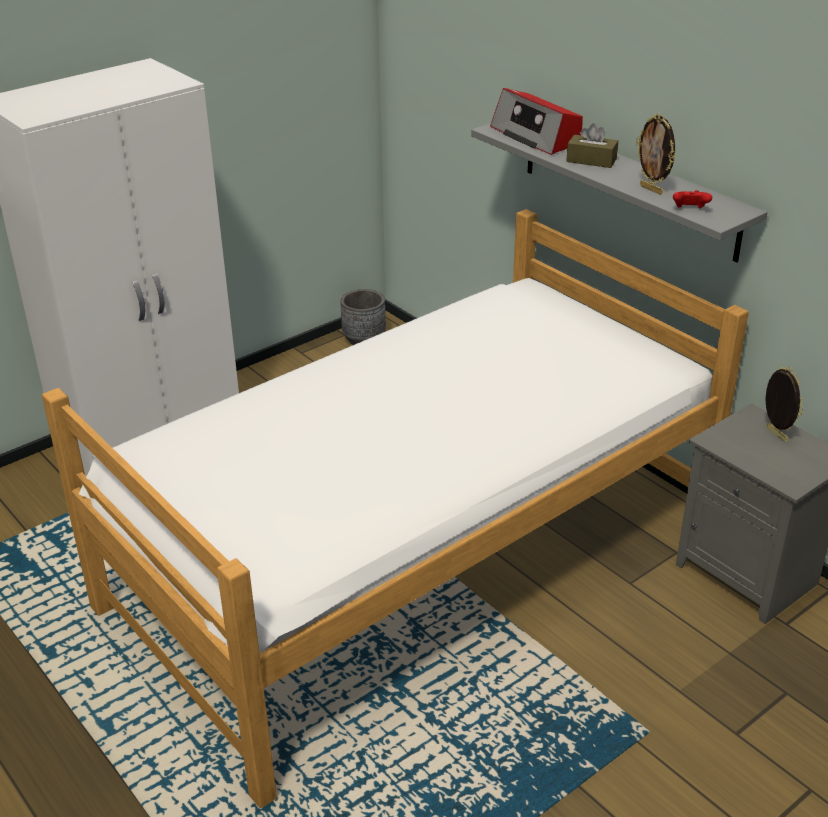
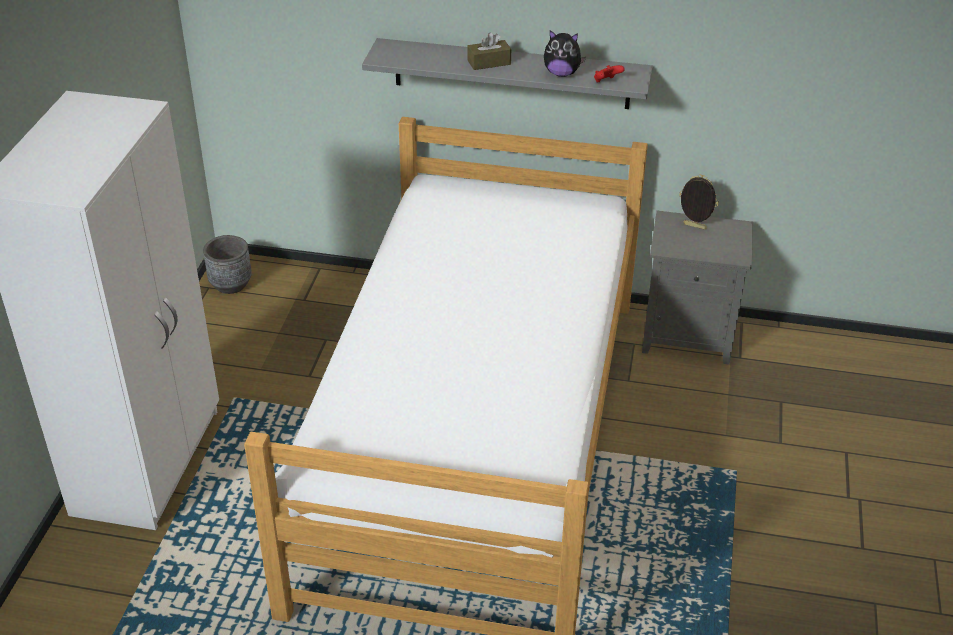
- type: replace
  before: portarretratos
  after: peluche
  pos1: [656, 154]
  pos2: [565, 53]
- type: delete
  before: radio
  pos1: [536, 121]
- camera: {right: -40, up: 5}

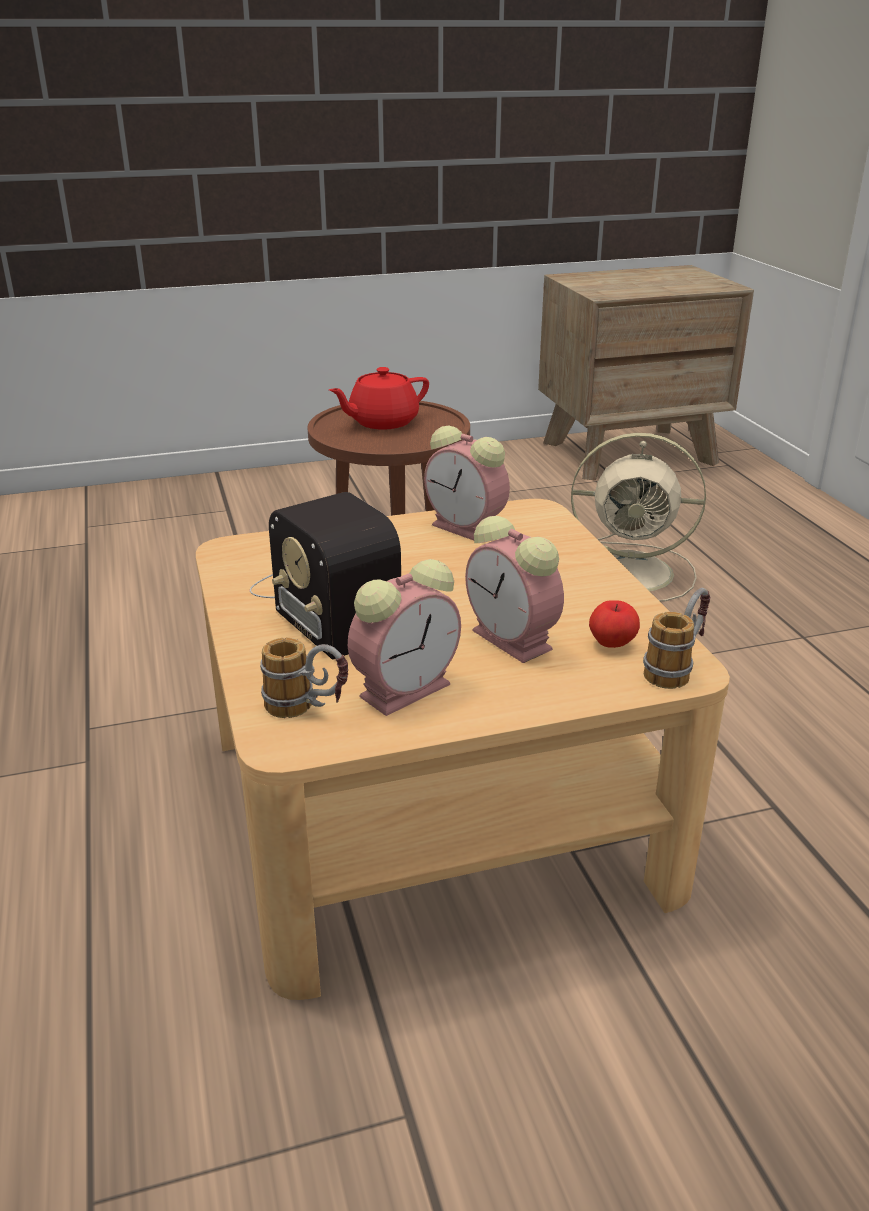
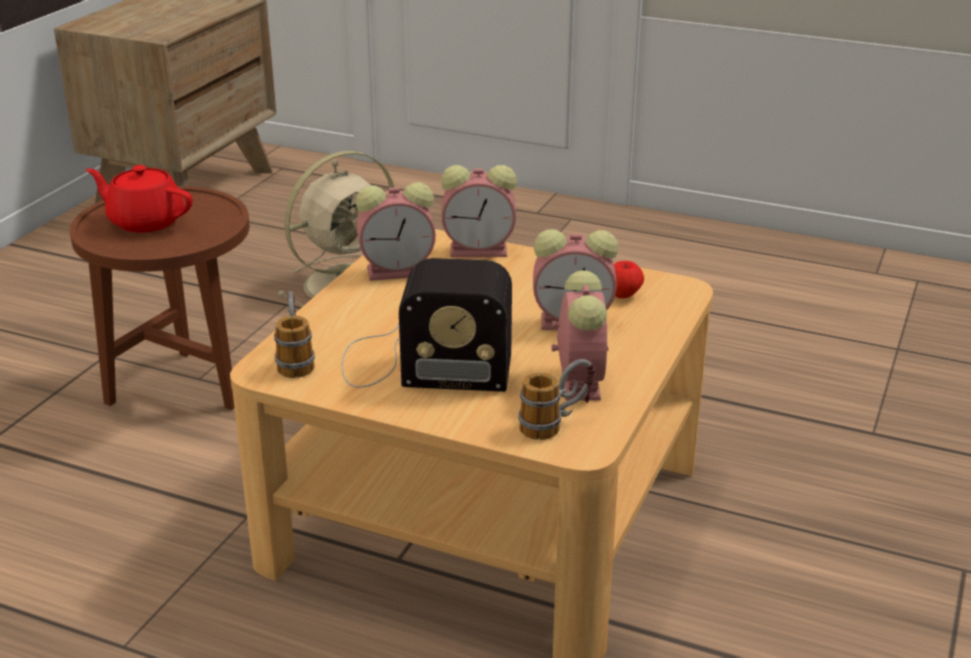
- type: rotate
  before: tetera/rojo
  pos1: [379, 398]
  pos2: [139, 199]
  turn: 105
- type: move
  before: taza grande
  pos1: [677, 638]
  pos2: [294, 334]
- type: insert
  after: despertador
  pos2: [479, 211]
- camera: {right: -50, up: 0}

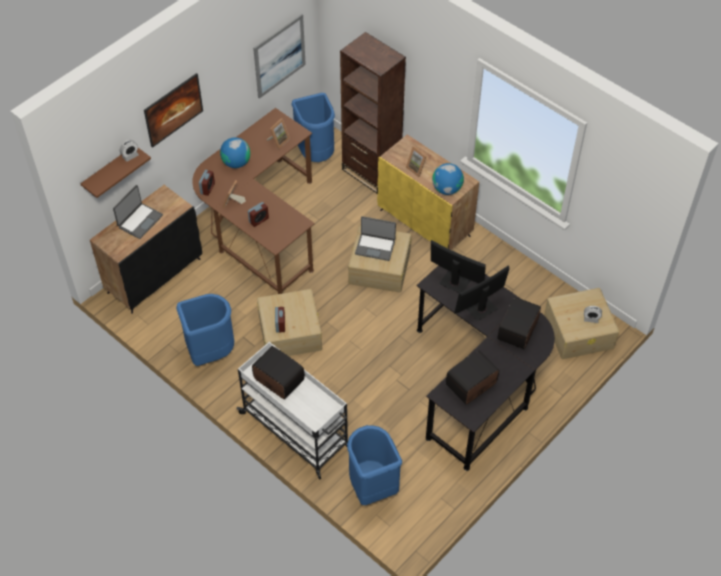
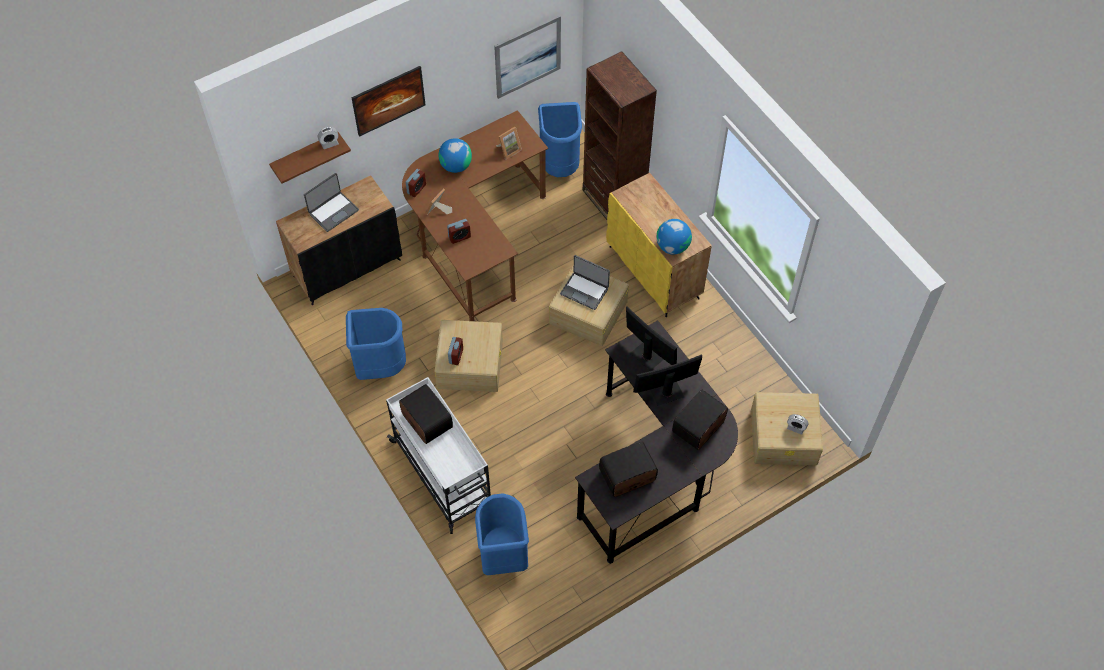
- type: delete
  before: portarretratos
  pos1: [416, 161]
- camera: {right: 15, up: 5}

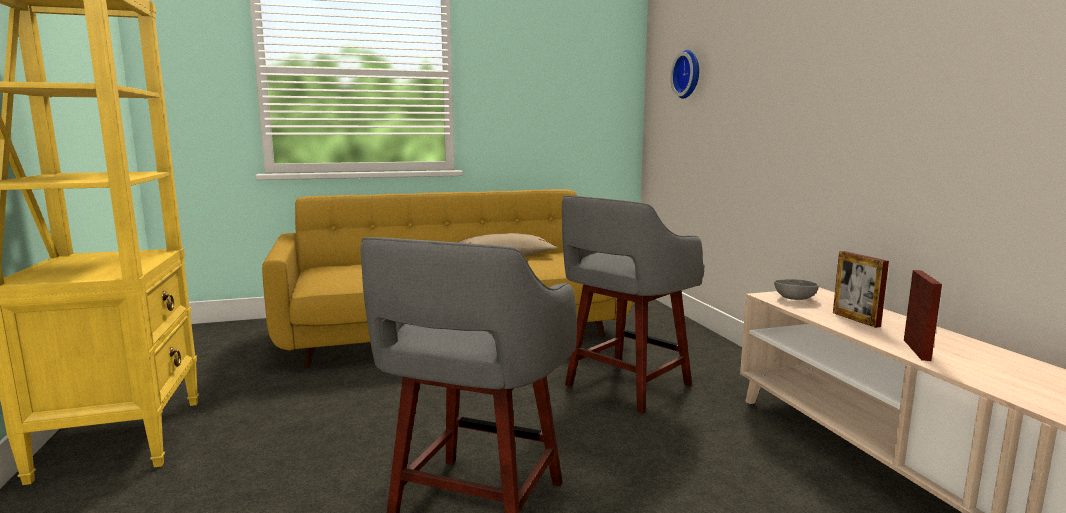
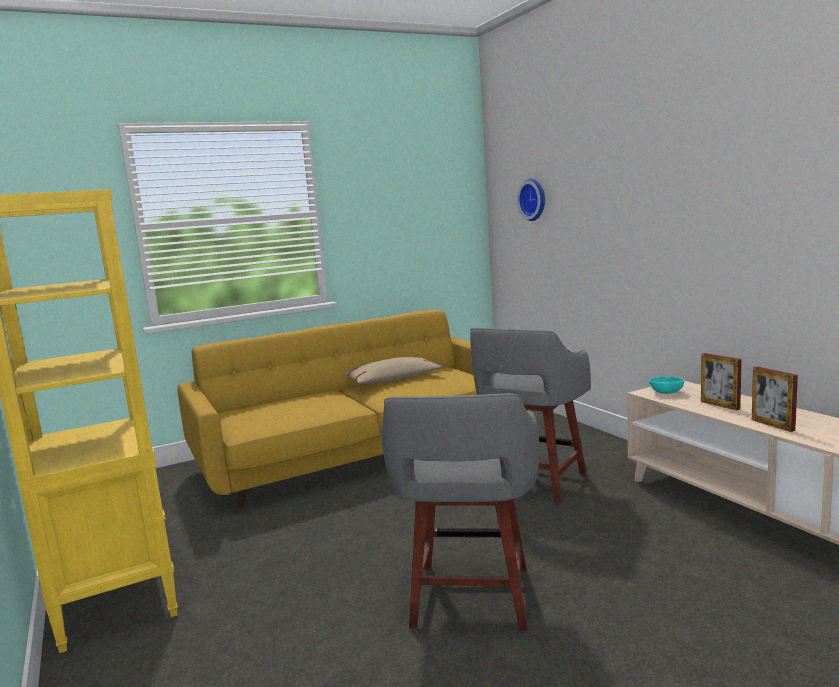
- type: recolor
  before: cuenco/gris
  after: cuenco/turquesa
  pos1: [796, 289]
  pos2: [666, 385]
- type: rotate
  before: portarretratos
  pos1: [923, 315]
  pos2: [775, 399]
  turn: 150
- camera: {right: -10, up: 0}

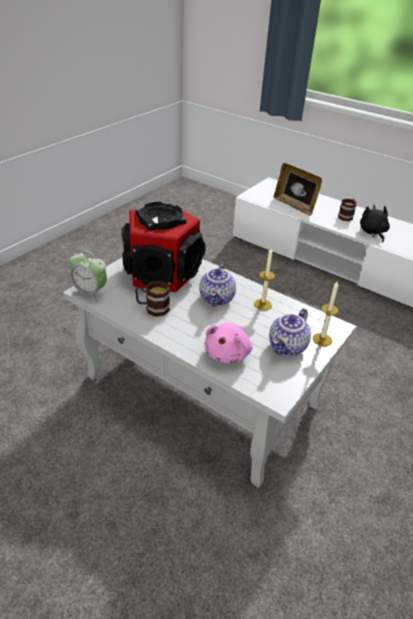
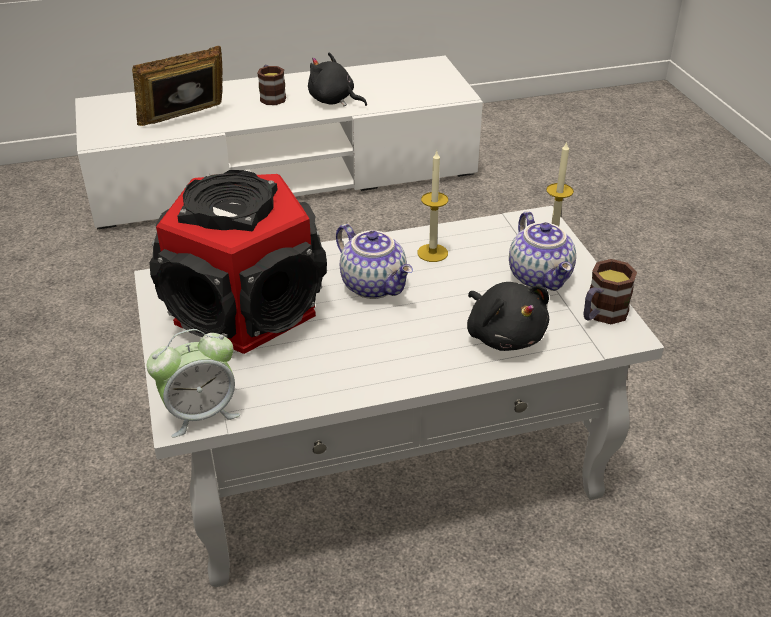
- type: rotate
  before: portarretratos
  pos1: [298, 189]
  pos2: [177, 86]
  turn: 150
- type: recolor
  before: peluche/rosa
  after: peluche/negro
  pos1: [228, 343]
  pos2: [508, 316]
- type: move
  before: taza grande
  pos1: [152, 299]
  pos2: [610, 291]
- camera: {right: -50, up: 0}

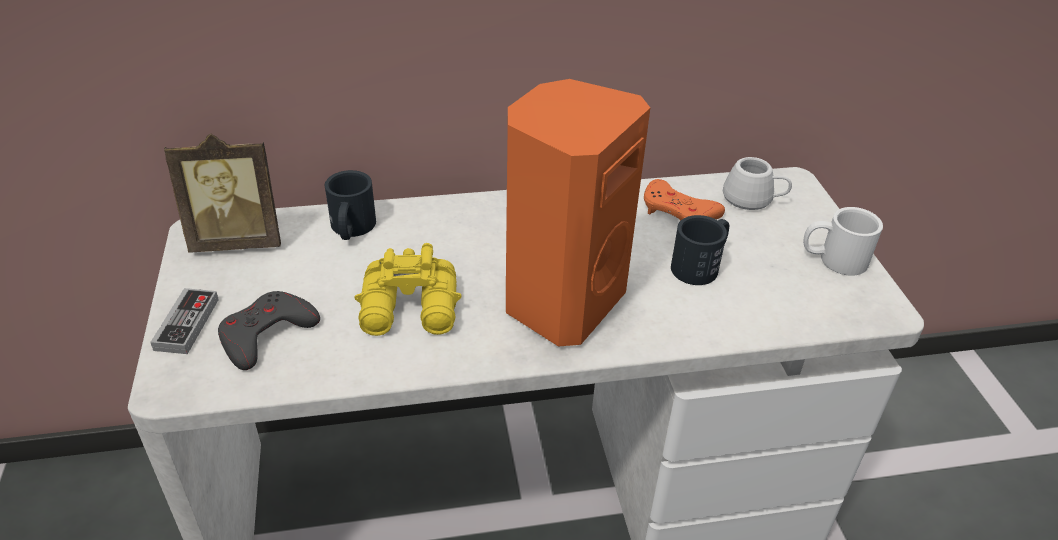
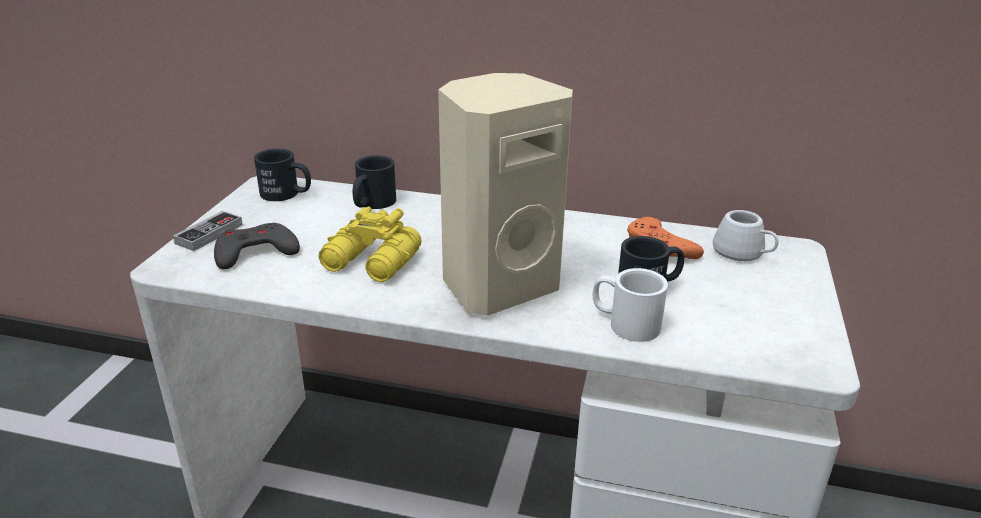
- type: replace
  before: portarretratos
  after: taza grande/negro
  pos1: [222, 193]
  pos2: [282, 175]
- type: recolor
  before: altavoz/naranja
  after: altavoz/beis
  pos1: [578, 213]
  pos2: [505, 194]
- type: move
  before: taza grande/blanco
  pos1: [843, 241]
  pos2: [630, 305]
- camera: {right: 25, up: -10}

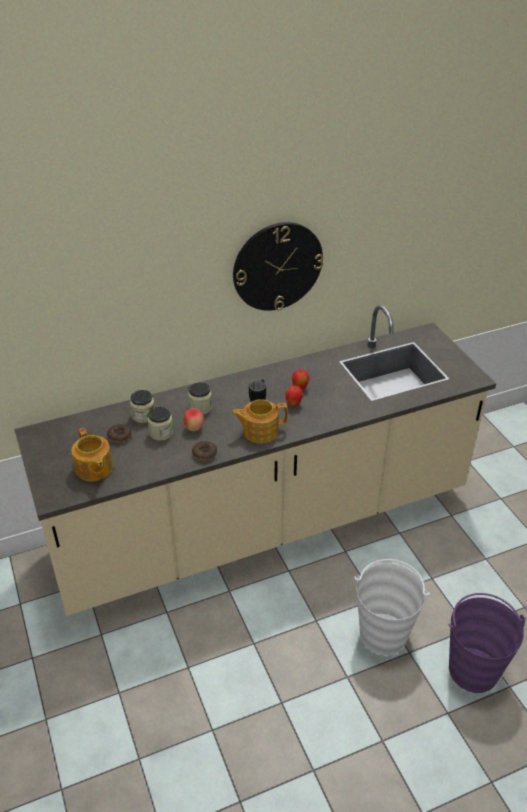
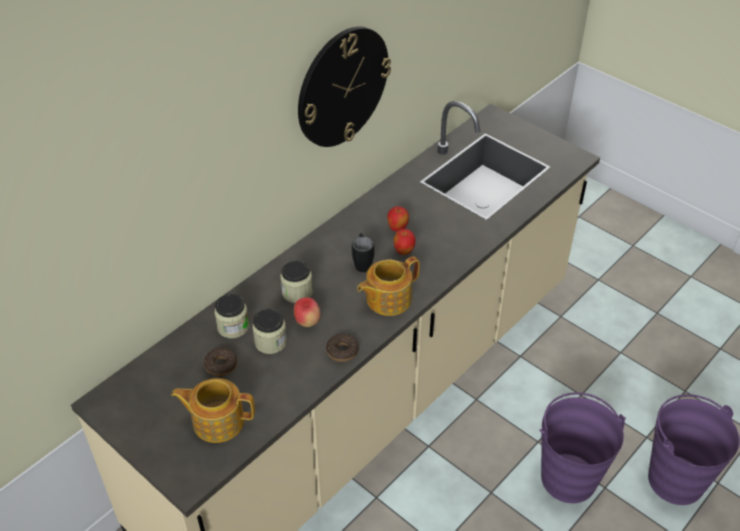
- type: rotate
  before: tetera
  pos1: [92, 455]
  pos2: [213, 410]
  turn: 150
- type: recolor
  before: cubo/blanco
  after: cubo/morado
  pos1: [392, 607]
  pos2: [582, 447]
- camera: {right: -25, up: 5}

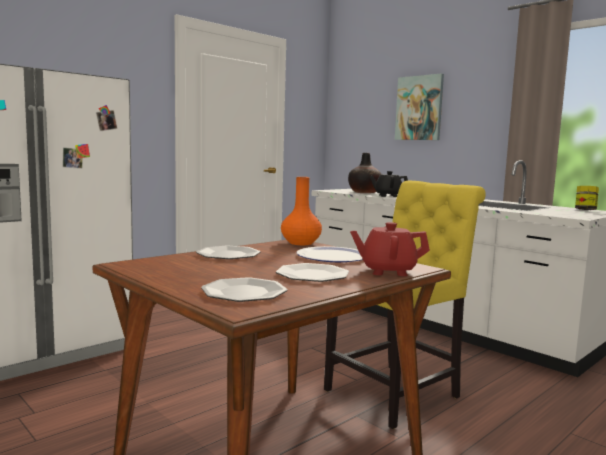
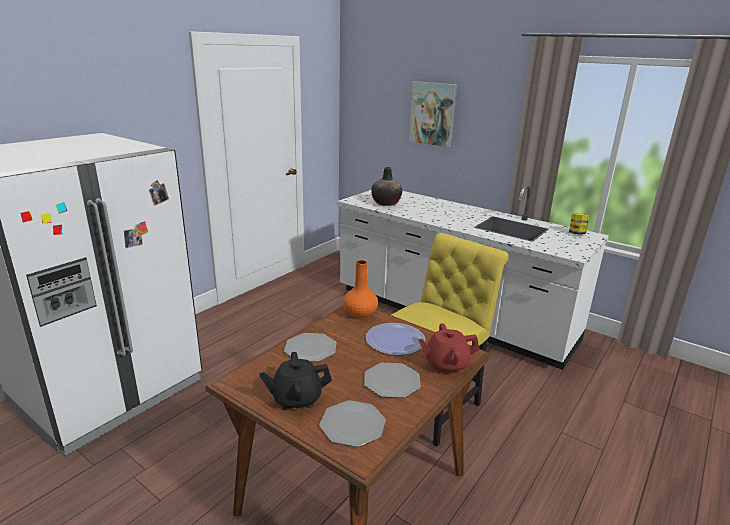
- type: move
  before: tetera/negro
  pos1: [389, 184]
  pos2: [295, 381]
- camera: {right: -10, up: 15}

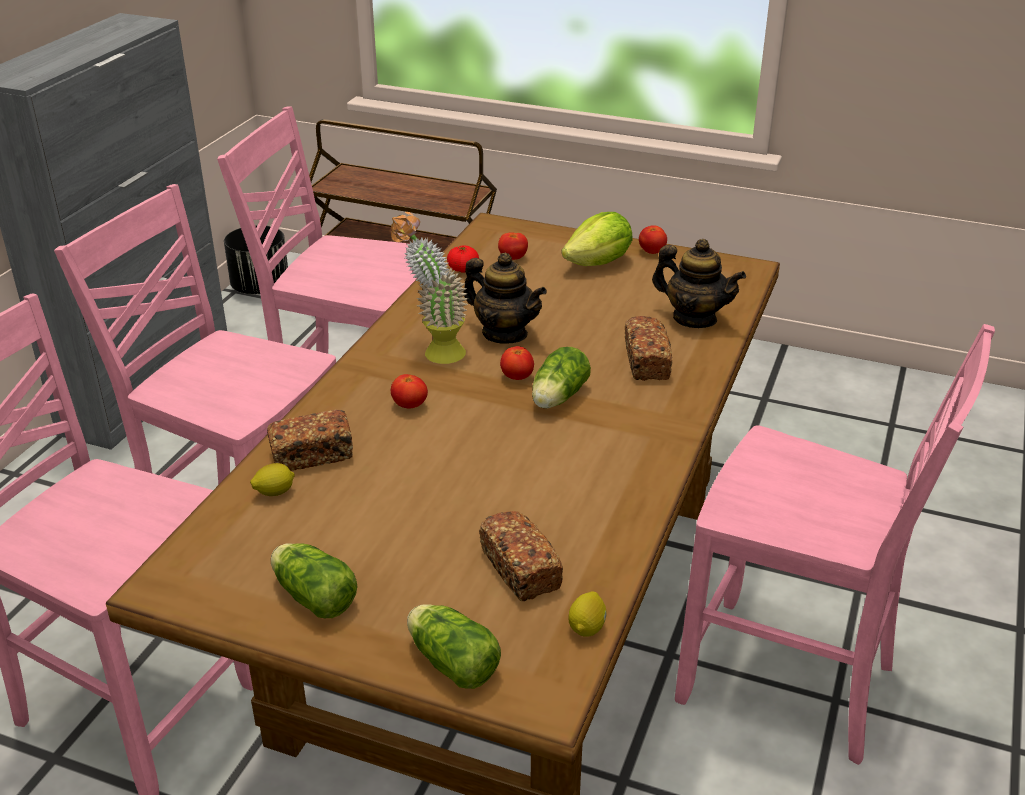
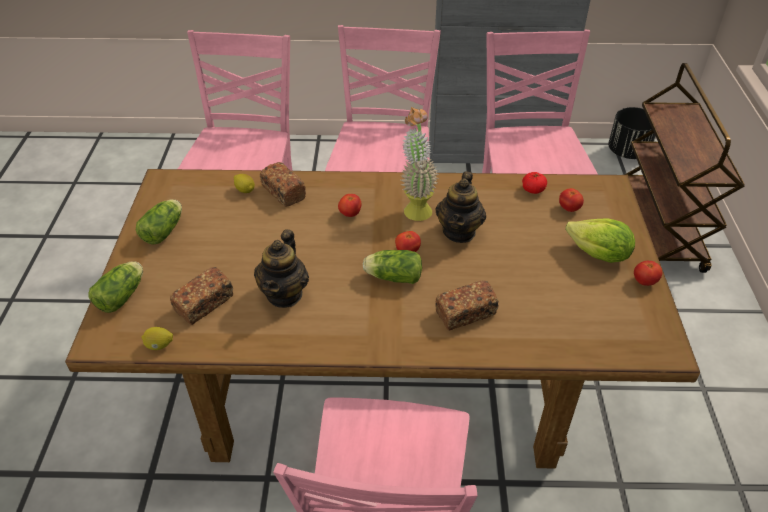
- type: move
  before: tetera
  pos1: [699, 283]
  pos2: [281, 268]
- camera: {right: 70, up: 10}

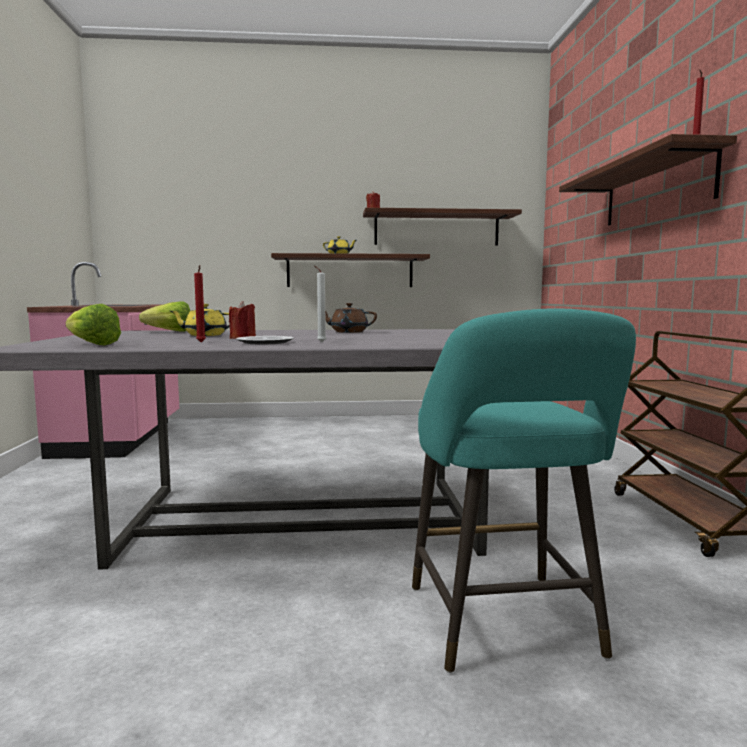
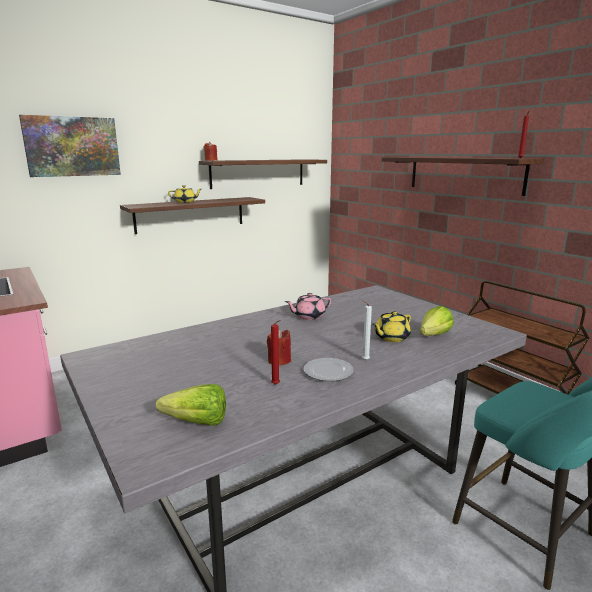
- type: insert
  after: cuadro
  pos2: [70, 146]
- type: recolor
  before: tetera/marrón
  after: tetera/rosa
  pos1: [351, 318]
  pos2: [308, 306]
- type: move
  before: tetera/amarillo
  pos1: [200, 320]
  pos2: [392, 326]
- type: move
  before: lechuga
  pos1: [164, 316]
  pos2: [437, 321]
- camera: {right: -30, up: 10}

